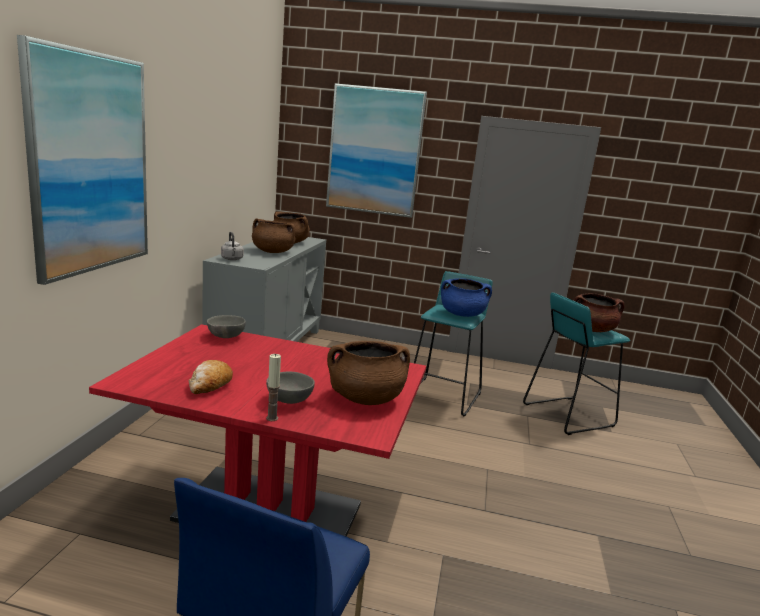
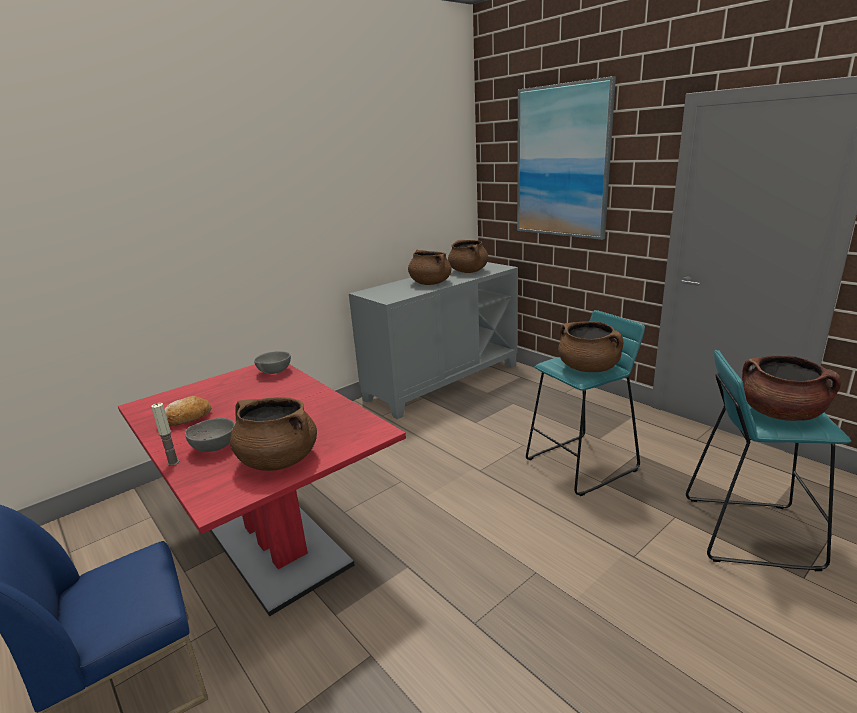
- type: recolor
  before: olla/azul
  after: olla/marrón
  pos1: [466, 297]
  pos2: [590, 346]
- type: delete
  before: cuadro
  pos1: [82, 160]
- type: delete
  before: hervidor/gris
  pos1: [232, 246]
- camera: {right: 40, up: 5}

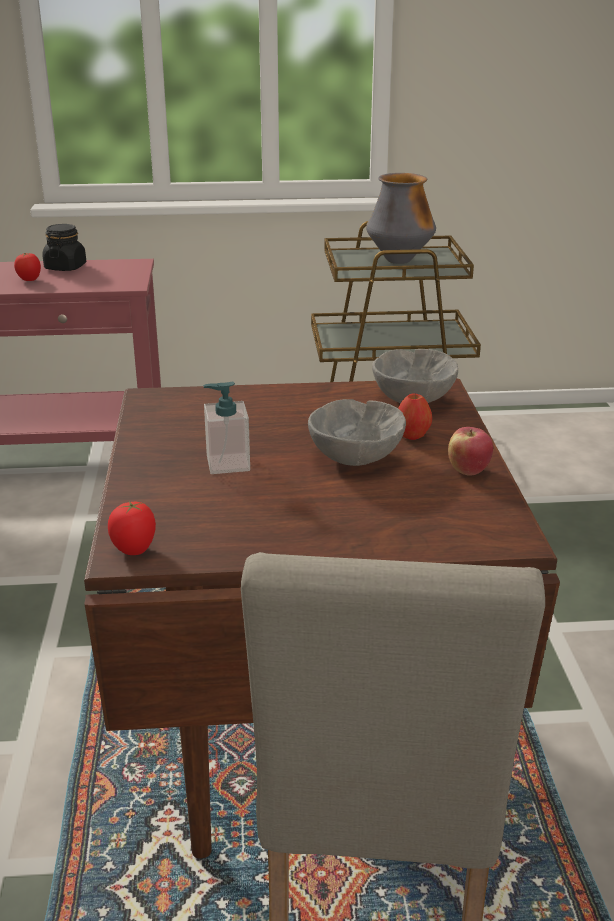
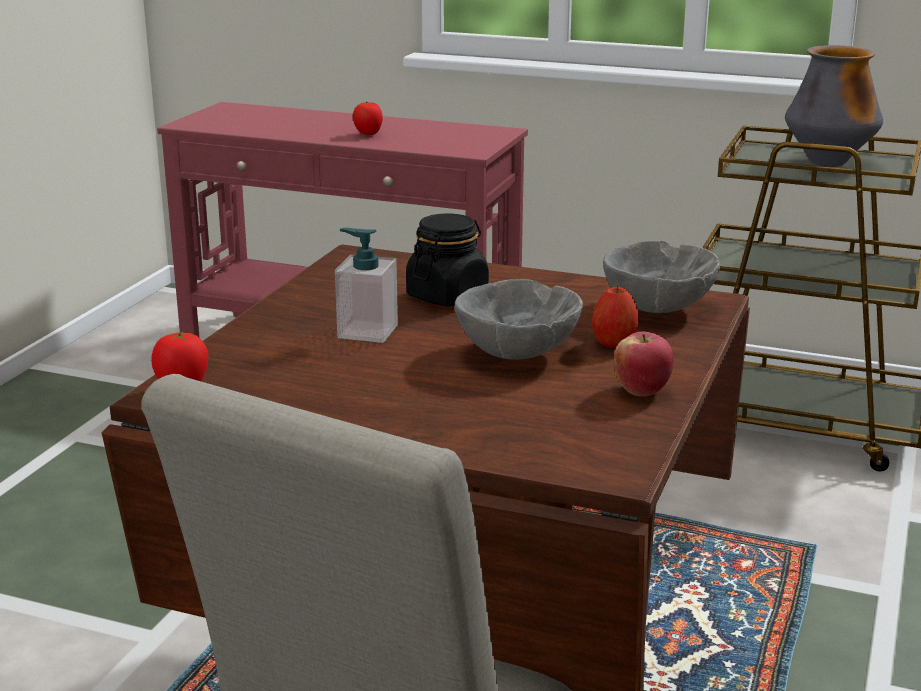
- type: move
  before: tarro/negro
  pos1: [64, 247]
  pos2: [447, 259]
- camera: {right: 25, up: -5}

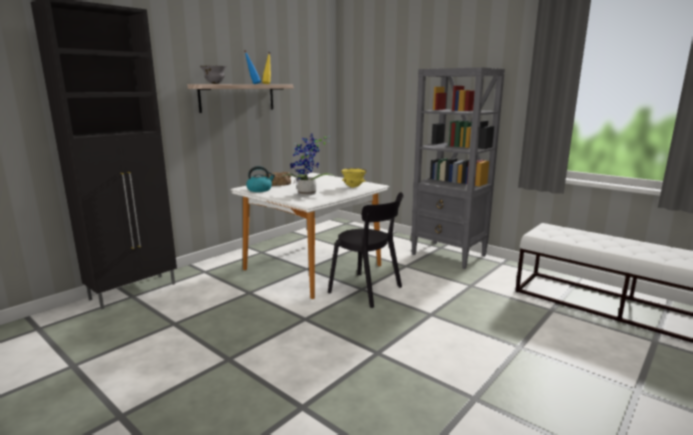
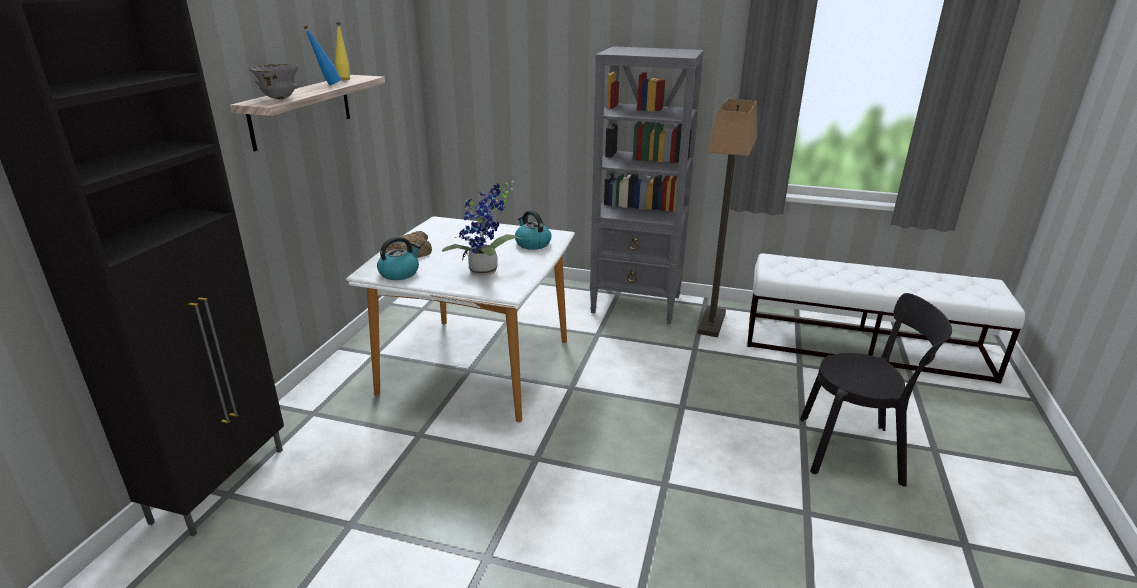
- type: replace
  before: cuenco/amarillo
  after: hervidor
  pos1: [354, 178]
  pos2: [533, 230]
- type: insert
  after: lámpara de pie
  pos2: [727, 218]
- type: move
  before: silla/negro
  pos1: [366, 250]
  pos2: [876, 390]
- camera: {right: -25, up: 10}

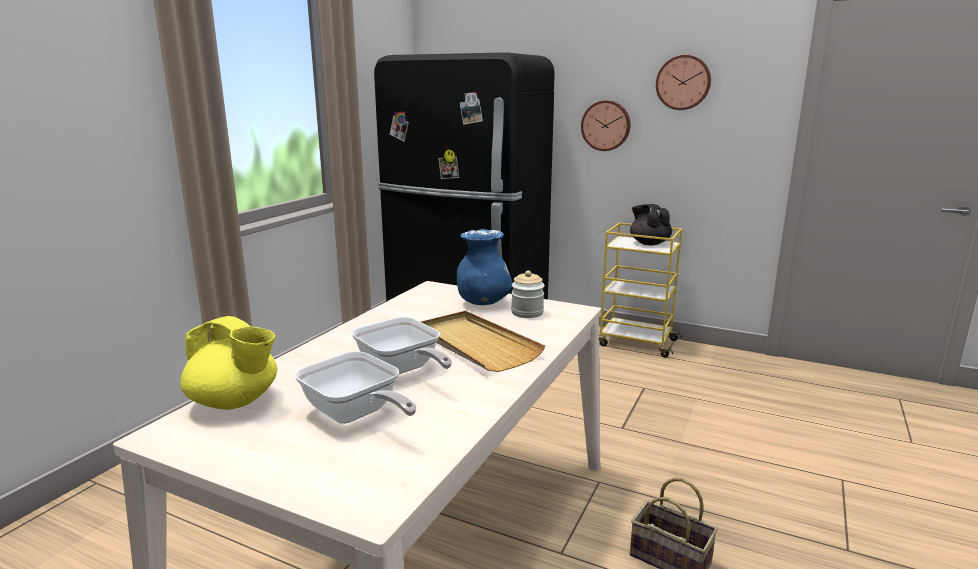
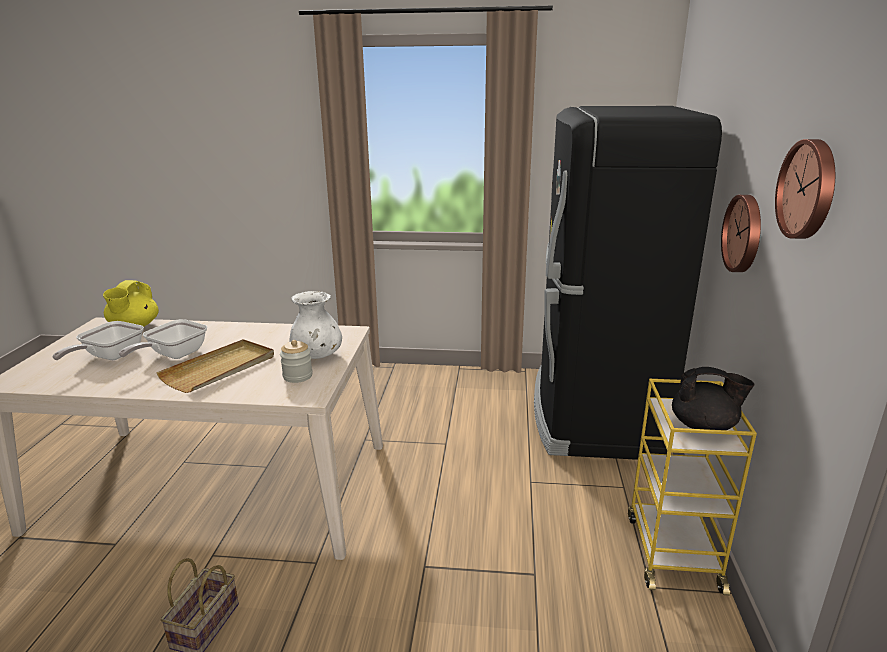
- type: recolor
  before: florero/azul
  after: florero/blanco
  pos1: [485, 267]
  pos2: [316, 325]
- type: rotate
  before: tetera/negro
  pos1: [651, 225]
  pos2: [713, 398]
  turn: 60
- camera: {right: 70, up: 5}

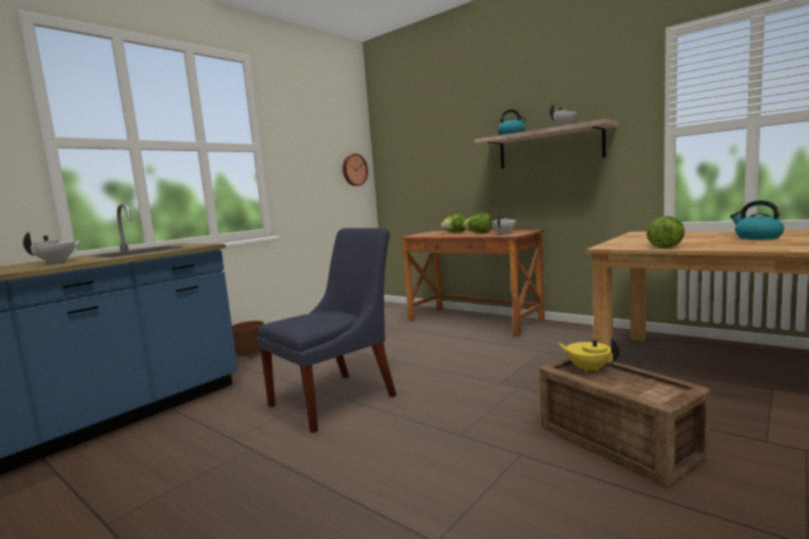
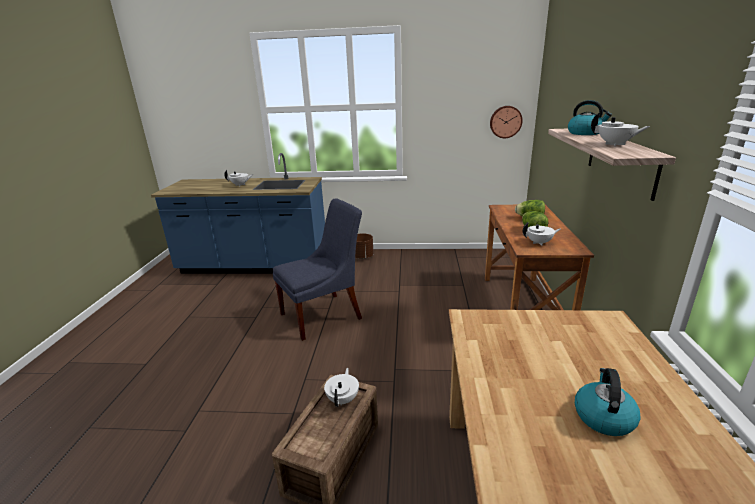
- type: rotate
  before: silla/azul
  pos1: [327, 330]
  pos2: [317, 269]
  turn: -45
- type: recolor
  before: tetera/amarillo
  after: tetera/blanco
  pos1: [588, 355]
  pos2: [341, 387]
- type: delete
  before: lechuga
  pos1: [665, 232]
- camera: {right: 55, up: 15}

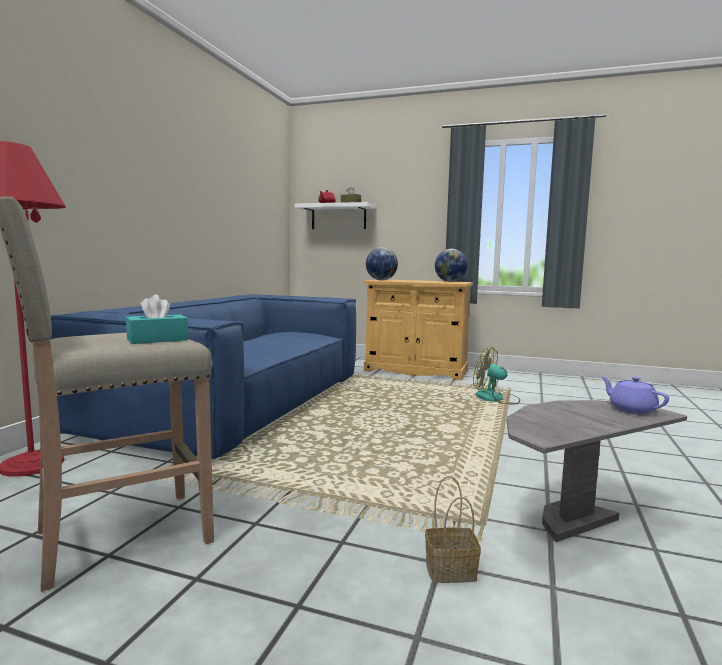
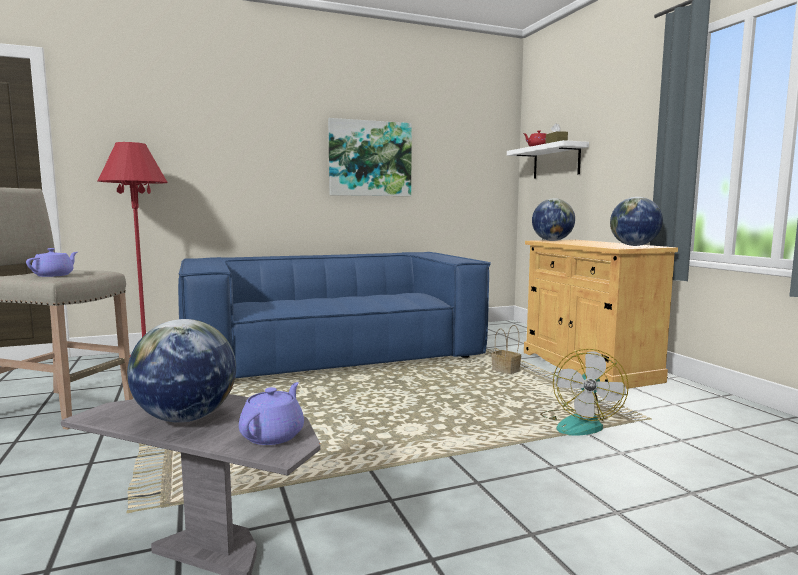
- type: replace
  before: caja de pañuelos/turquesa
  after: tetera/morado
  pos1: [157, 319]
  pos2: [51, 262]
- type: insert
  after: globo terráqueo
  pos2: [181, 371]
- type: insert
  after: cuadro
  pos2: [370, 157]
- type: move
  before: cesta
  pos1: [453, 529]
  pos2: [506, 349]
- type: rotate
  before: ventilador
  pos1: [496, 375]
  pos2: [584, 392]
  turn: -150
- camera: {right: 50, up: 0}

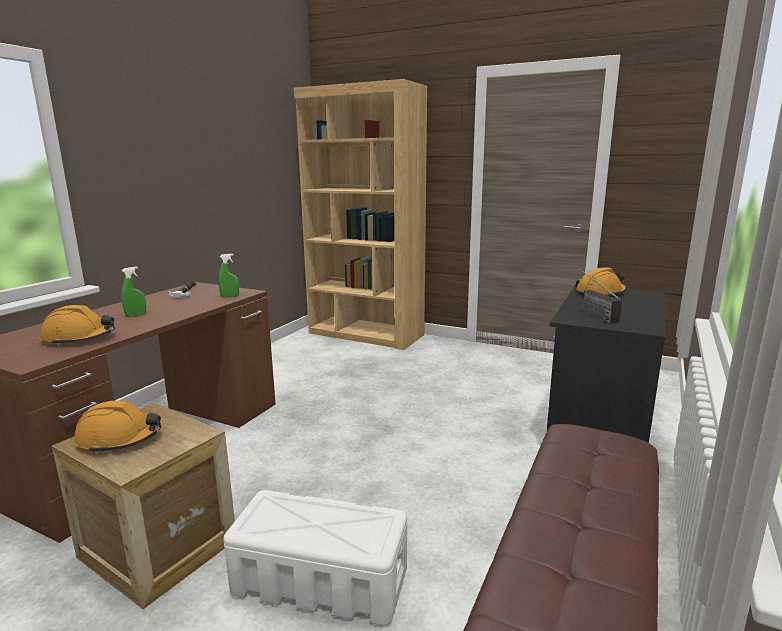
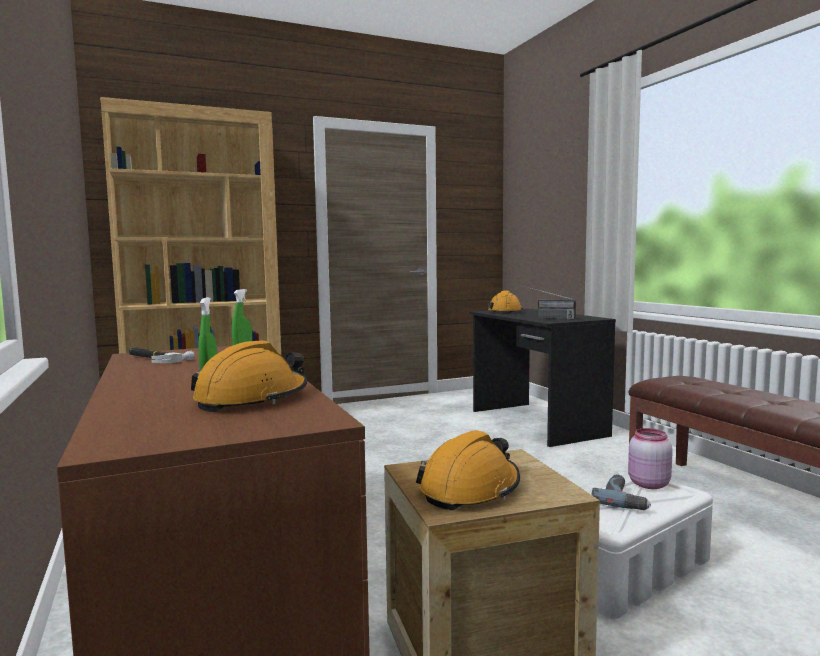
- type: insert
  after: taladro
  pos2: [621, 492]
- type: insert
  after: tarro/rosa
  pos2: [650, 458]
- camera: {right: -50, up: -10}

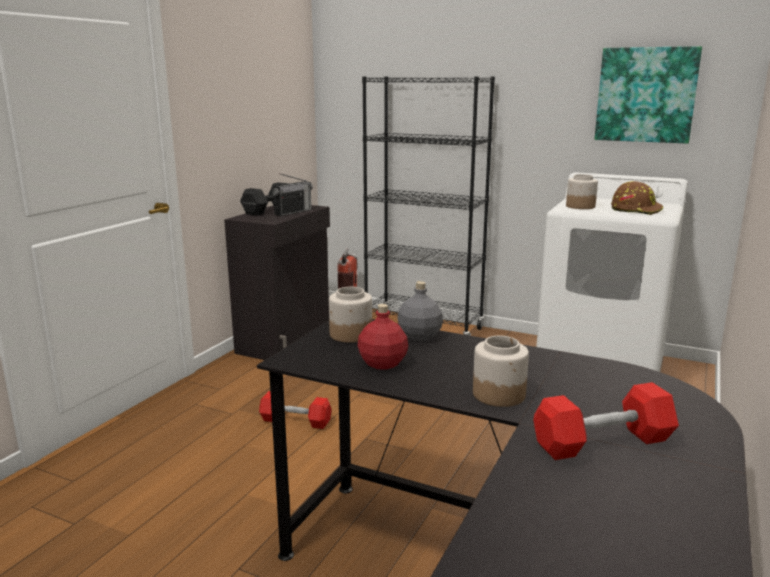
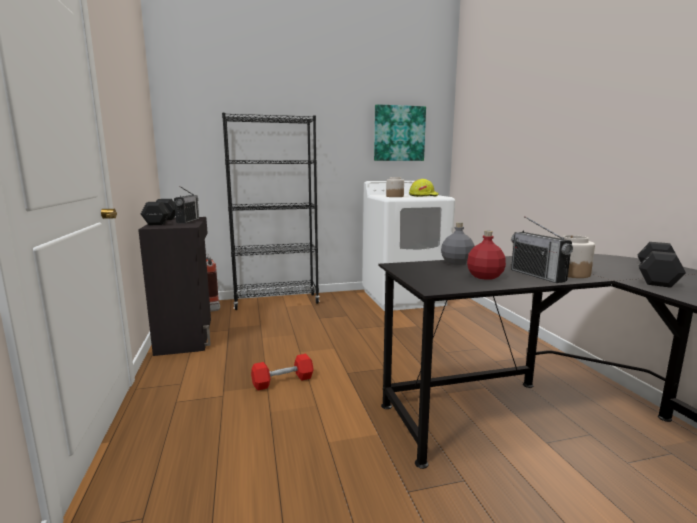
- type: recolor
  before: casco/marrón
  after: casco/amarillo
  pos1: [637, 198]
  pos2: [424, 188]
- type: insert
  after: radio
  pos2: [542, 249]
- type: recolor
  before: mancuerna/rojo
  after: mancuerna/negro
  pos1: [606, 421]
  pos2: [662, 265]
- type: delete
  before: tarro
  pos1: [350, 315]
- camera: {right: -40, up: -5}

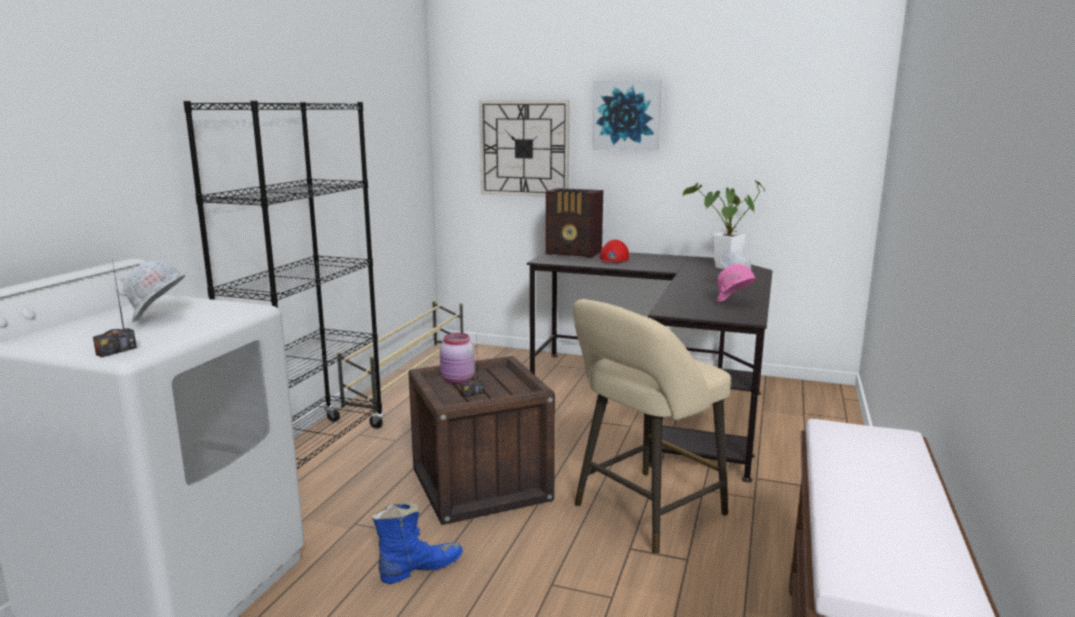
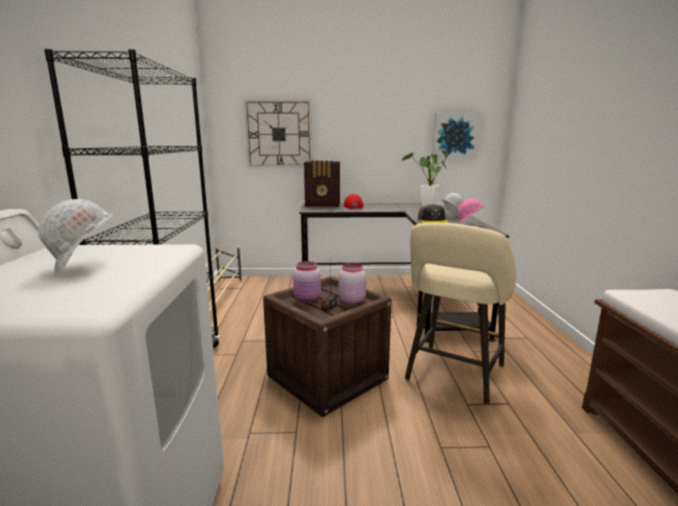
- type: insert
  after: tarro/rosa
  pos2: [352, 283]
- type: insert
  after: gorra/gris
  pos2: [433, 213]
- type: move
  before: cuadro
  pos1: [627, 115]
  pos2: [457, 136]
- type: delete
  before: radio
  pos1: [115, 308]
- type: delete
  before: bota/azul
  pos1: [417, 543]
- camera: {right: -20, up: 0}

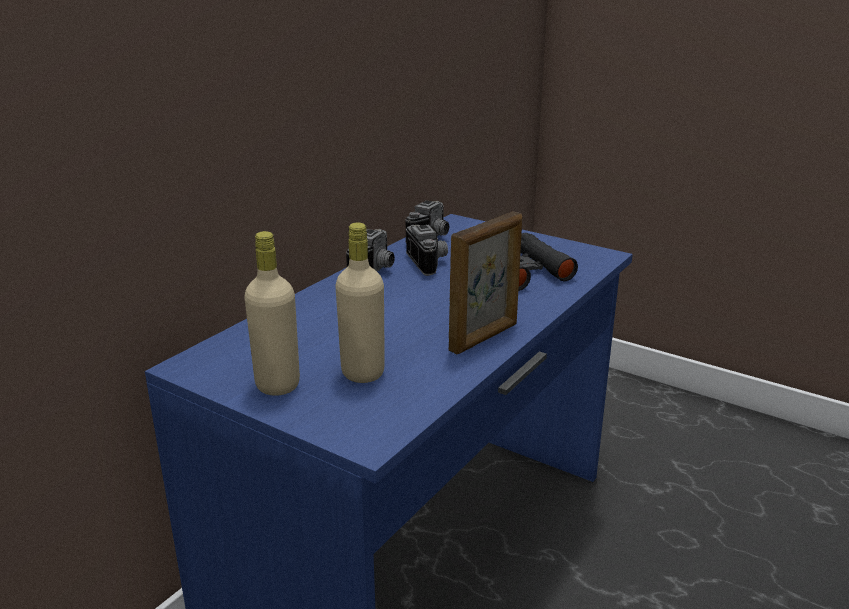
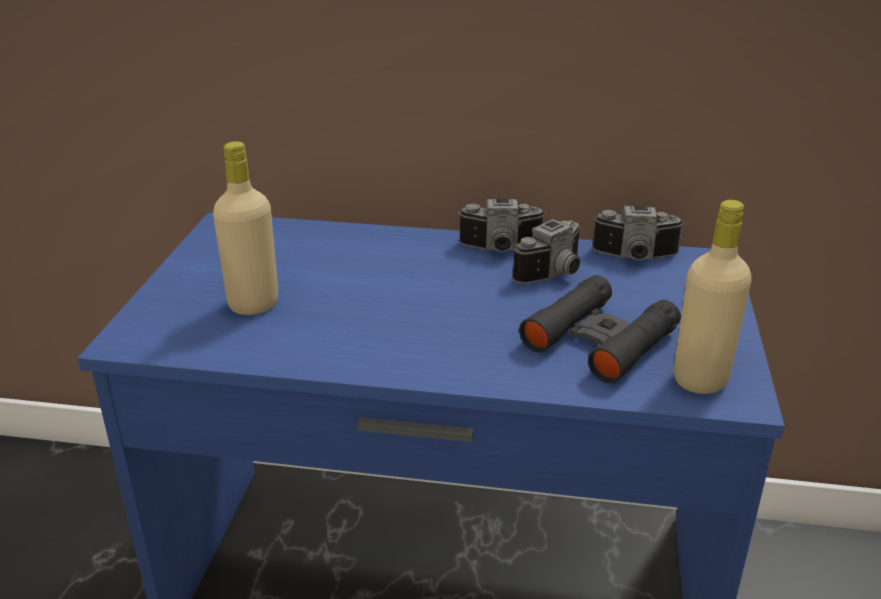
- type: move
  before: botella/beis
  pos1: [272, 313]
  pos2: [713, 297]
- type: delete
  before: portarretratos
  pos1: [485, 283]
- camera: {right: 65, up: 5}

